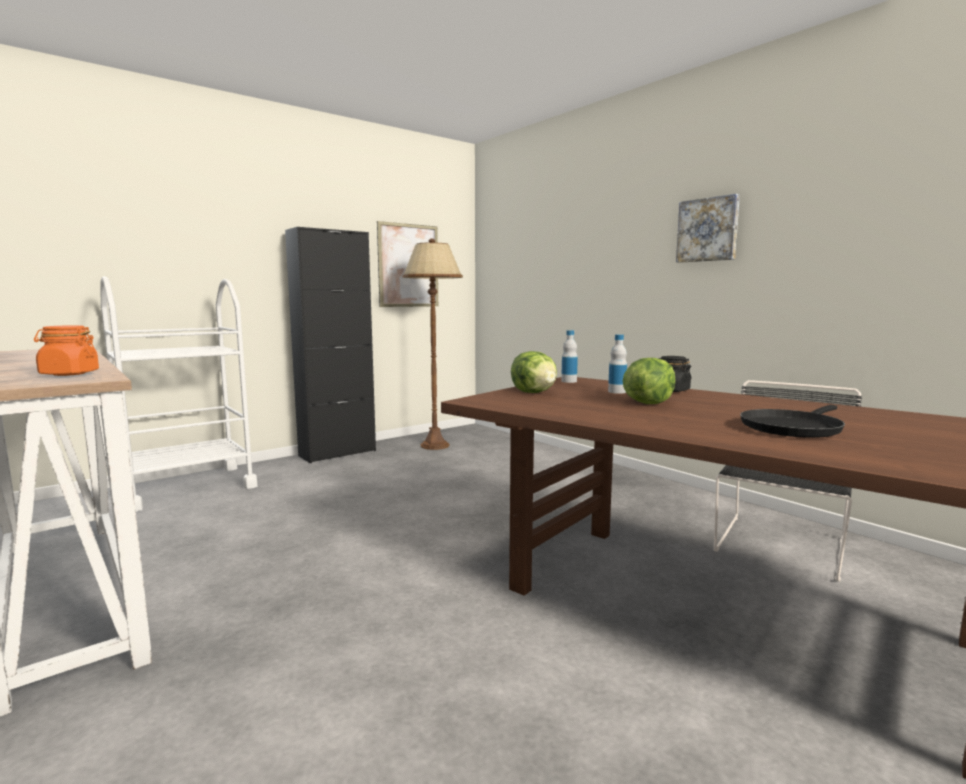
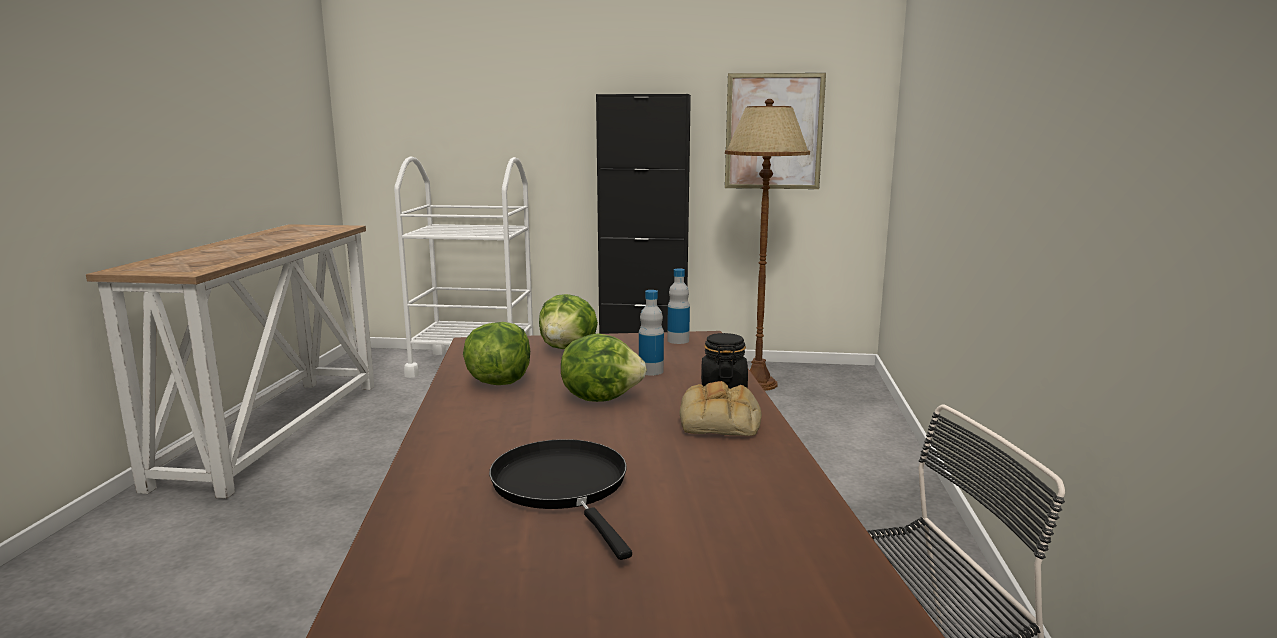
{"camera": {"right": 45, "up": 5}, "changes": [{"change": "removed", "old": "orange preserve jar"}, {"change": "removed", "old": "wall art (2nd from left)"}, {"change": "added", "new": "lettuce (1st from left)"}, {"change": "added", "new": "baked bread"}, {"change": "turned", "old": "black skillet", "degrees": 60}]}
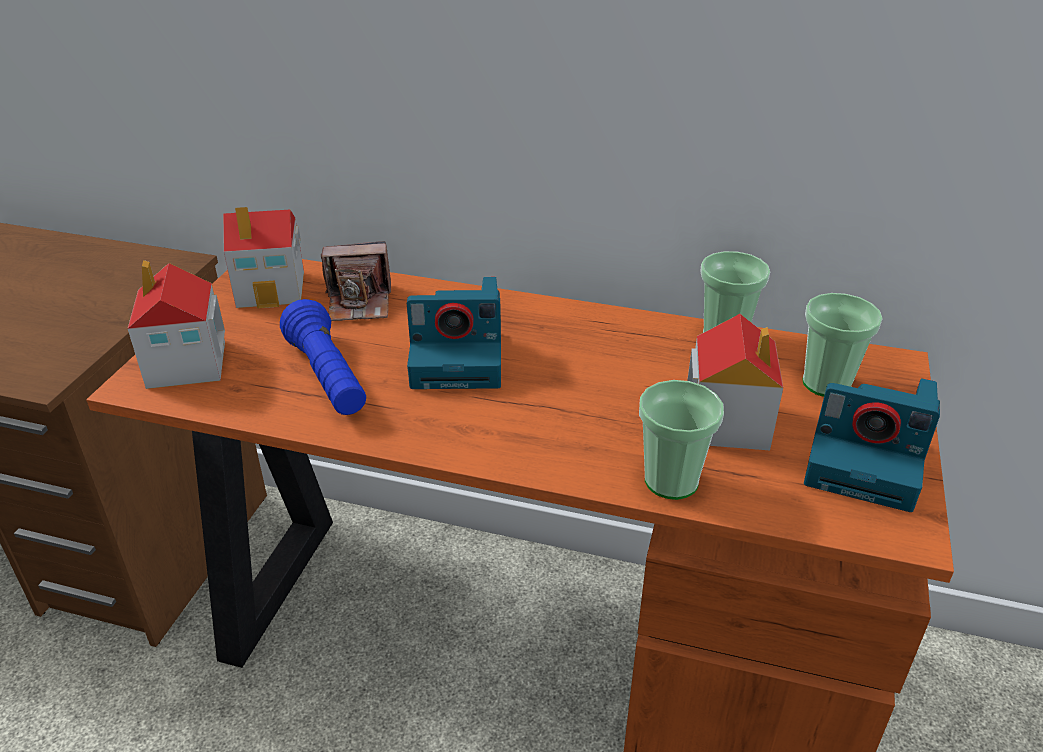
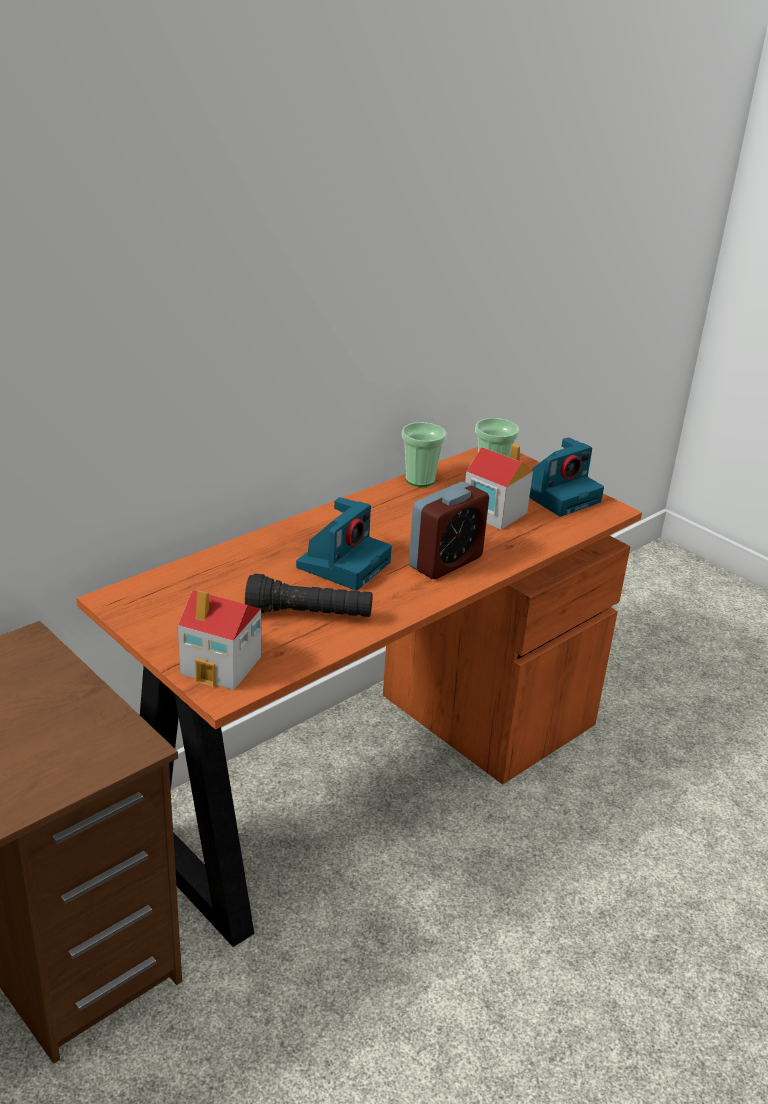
{"camera": {"right": -60, "up": -5}, "changes": [{"change": "removed", "old": "model house (2nd from left)"}, {"change": "removed", "old": "photo camera (1st from left)"}, {"change": "removed", "old": "drinking cup (1st from left)"}, {"change": "added", "new": "bedside clock"}, {"change": "recoloured", "old": "blue-coloured flashlight", "new": "black flashlight"}]}
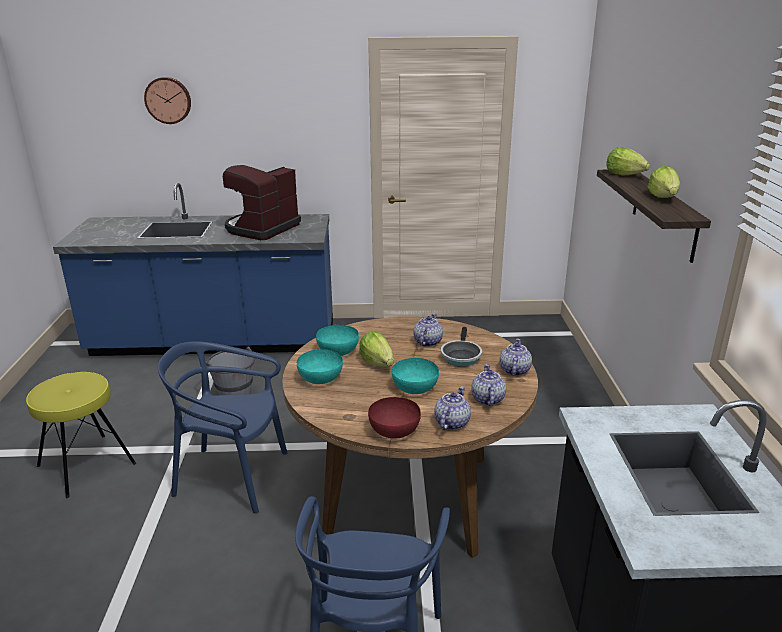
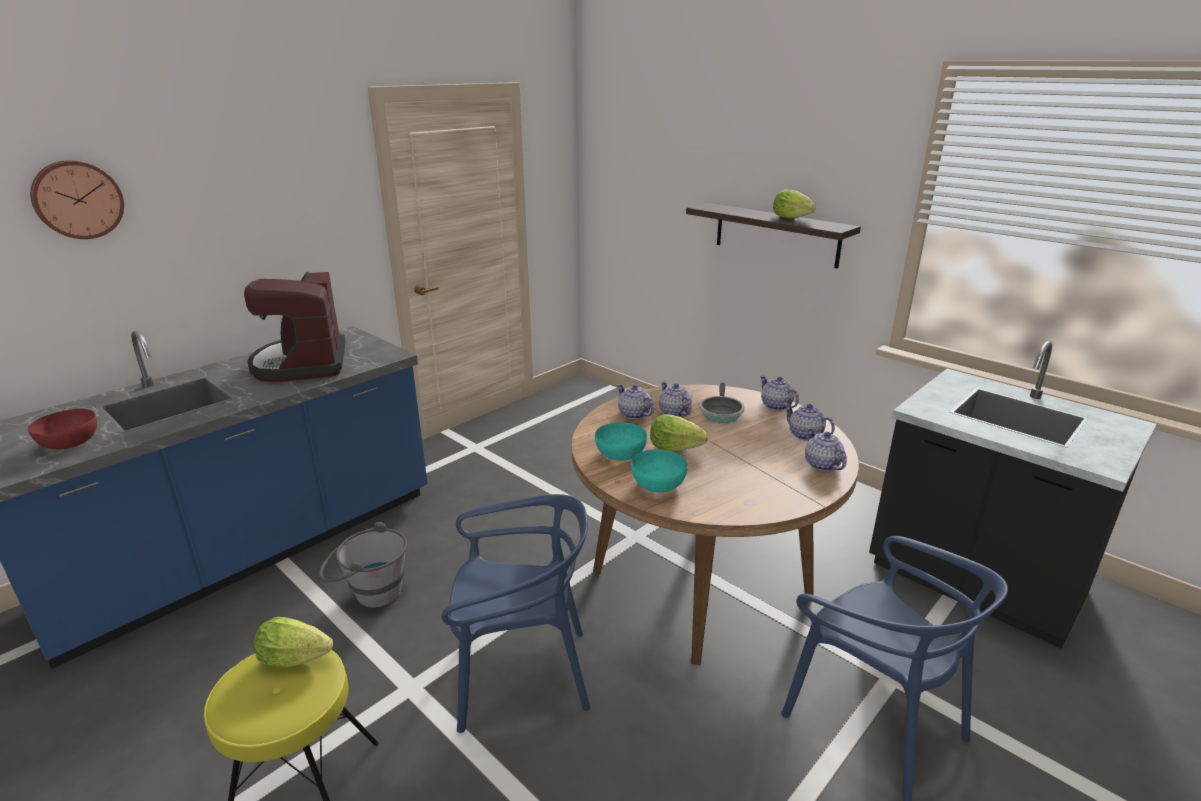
{"camera": {"right": -45, "up": 0}, "changes": [{"change": "removed", "old": "blue-green bowl (3rd from left)"}, {"change": "added", "new": "pot for tea (1st from left)"}, {"change": "moved", "old": "reddish bowl"}, {"change": "moved", "old": "lettuce (2nd from left in the first image)", "new": "lettuce (1st from left)"}, {"change": "turned", "old": "blue-coloured chair (1st from left)", "degrees": -150}, {"change": "turned", "old": "skillet", "degrees": 45}]}
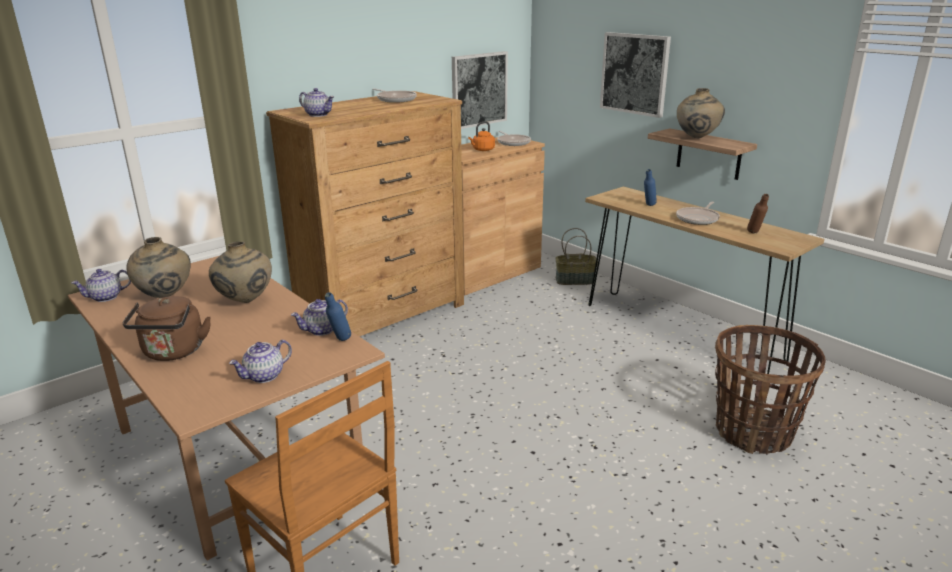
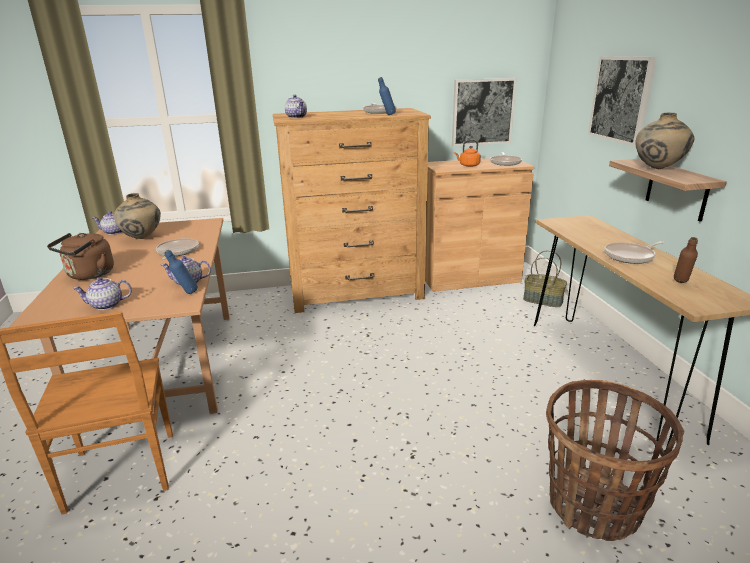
{"camera": {"right": 30, "up": 0}, "changes": [{"change": "moved", "old": "blue-coloured beverage bottle (2nd from left)"}, {"change": "replaced", "old": "sand-coloured flower vase (2nd from left)", "new": "skillet (1st from left)"}]}
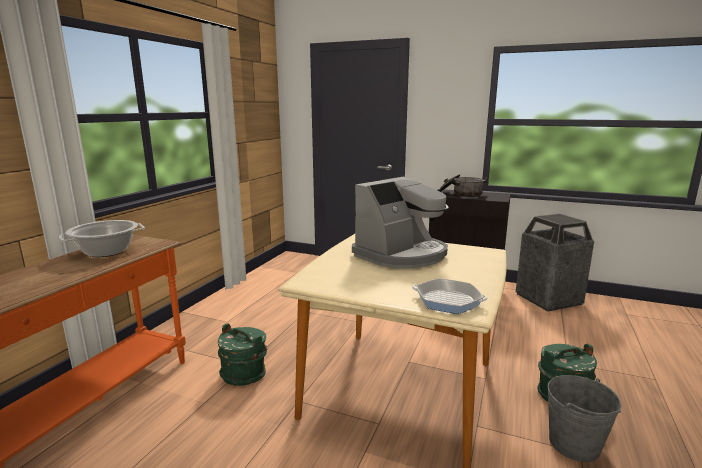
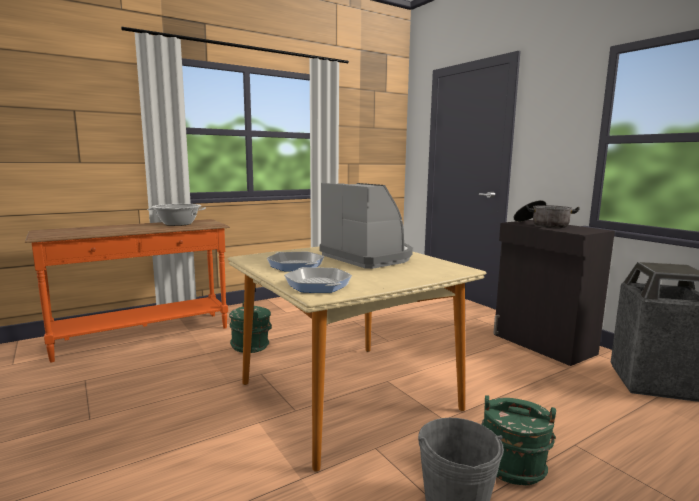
{"camera": {"right": 35, "up": -5}, "changes": [{"change": "added", "new": "skillet (1st from left)"}, {"change": "turned", "old": "coffee brewer", "degrees": -120}]}
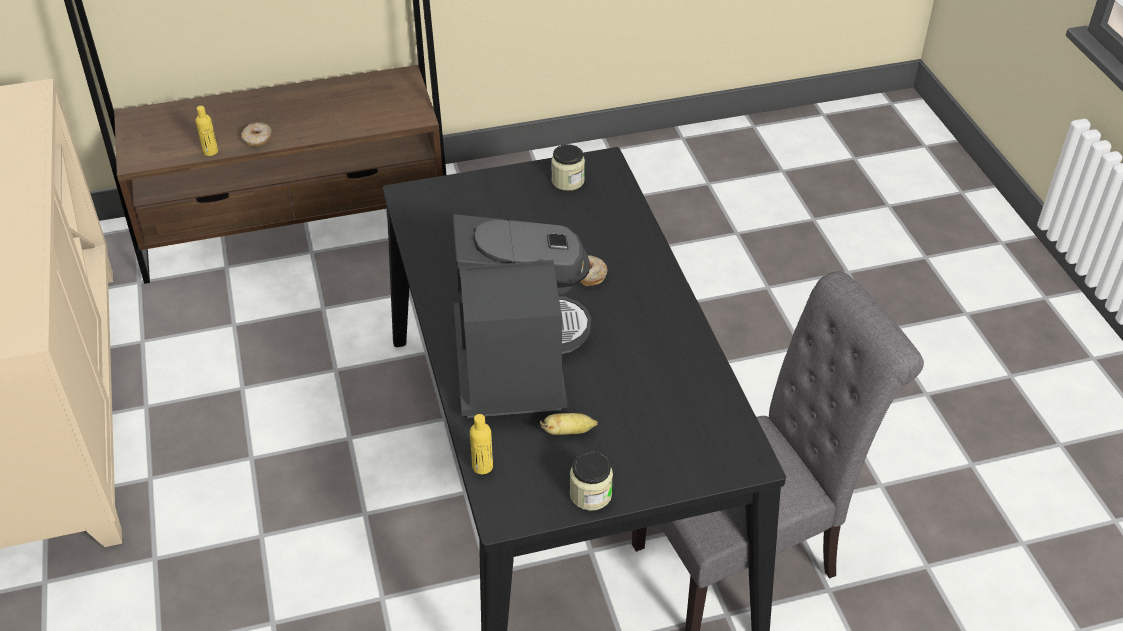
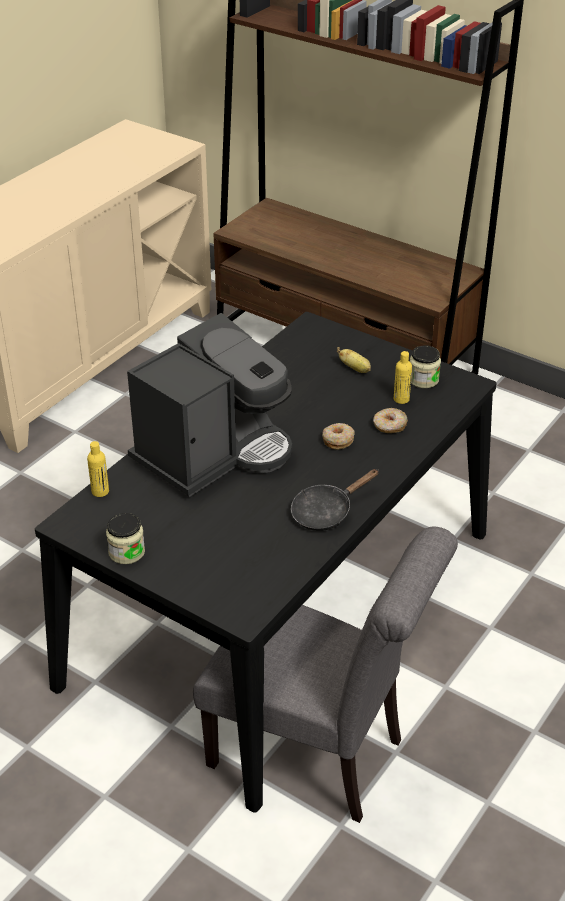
{"camera": {"right": 50, "up": -5}, "changes": [{"change": "added", "new": "black skillet"}, {"change": "moved", "old": "yellowish beverage bottle (1st from left in the first image)", "new": "yellowish beverage bottle (2nd from left)"}, {"change": "moved", "old": "ring doughnut (1st from left in the first image)", "new": "ring doughnut (2nd from left)"}, {"change": "moved", "old": "banana"}]}
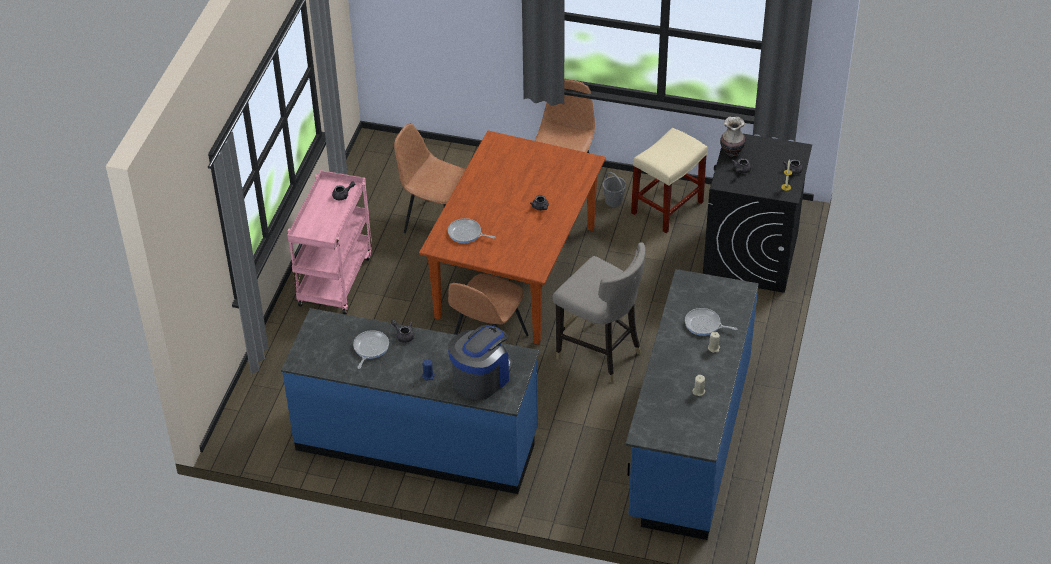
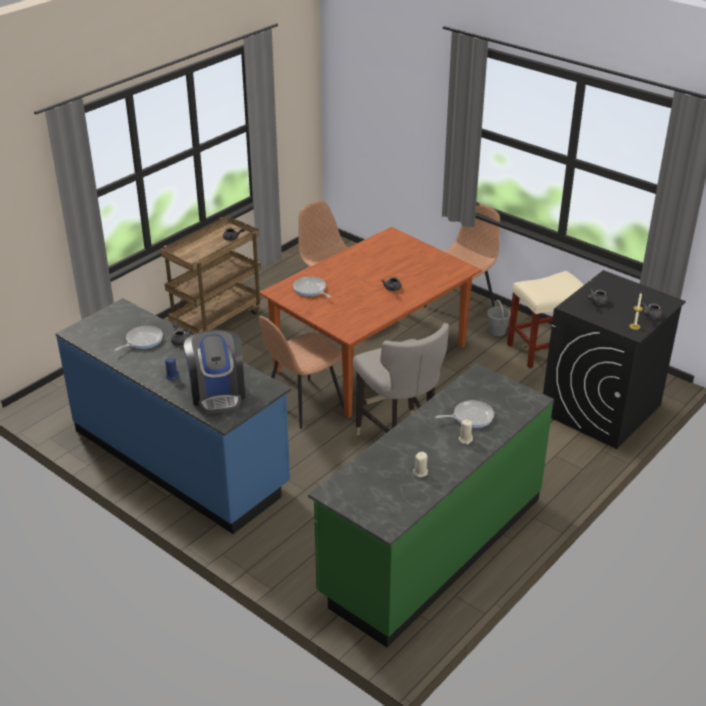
{"camera": {"right": 25, "up": -10}, "changes": [{"change": "removed", "old": "flower vase"}, {"change": "recoloured", "old": "pinkish cart", "new": "brown cart"}, {"change": "recoloured", "old": "blue-coloured counter (2nd from left)", "new": "green counter"}, {"change": "turned", "old": "coffee brewer", "degrees": 105}, {"change": "turned", "old": "skillet (3rd from left)", "degrees": 120}]}
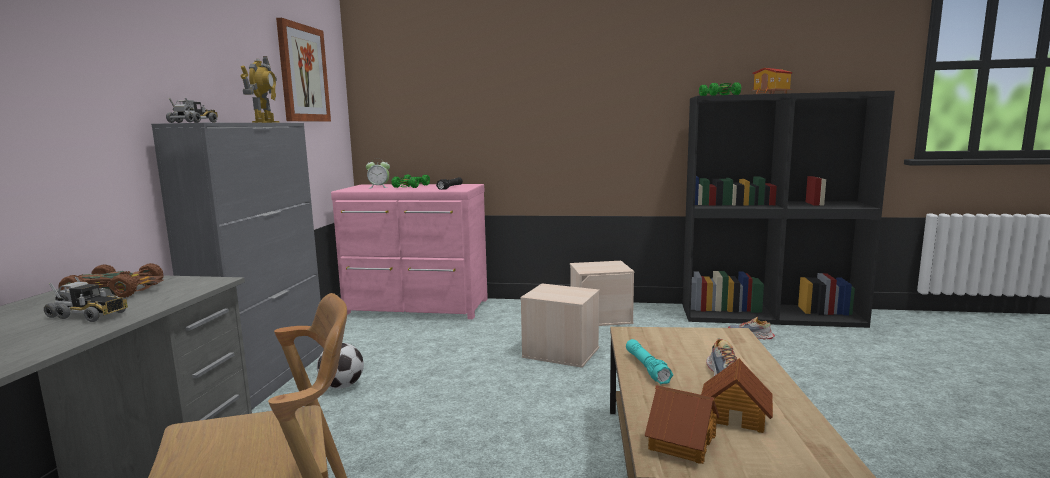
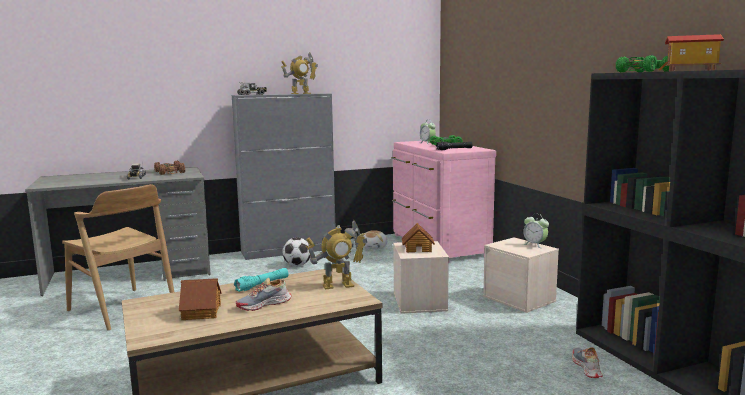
{"camera": {"right": 60, "up": 0}, "changes": [{"change": "removed", "old": "wall art"}, {"change": "added", "new": "model robot (2nd from left)"}, {"change": "added", "new": "soft toy"}, {"change": "added", "new": "bedside clock (2nd from left)"}, {"change": "moved", "old": "model house (1st from left in the first image)", "new": "model house (2nd from left)"}]}
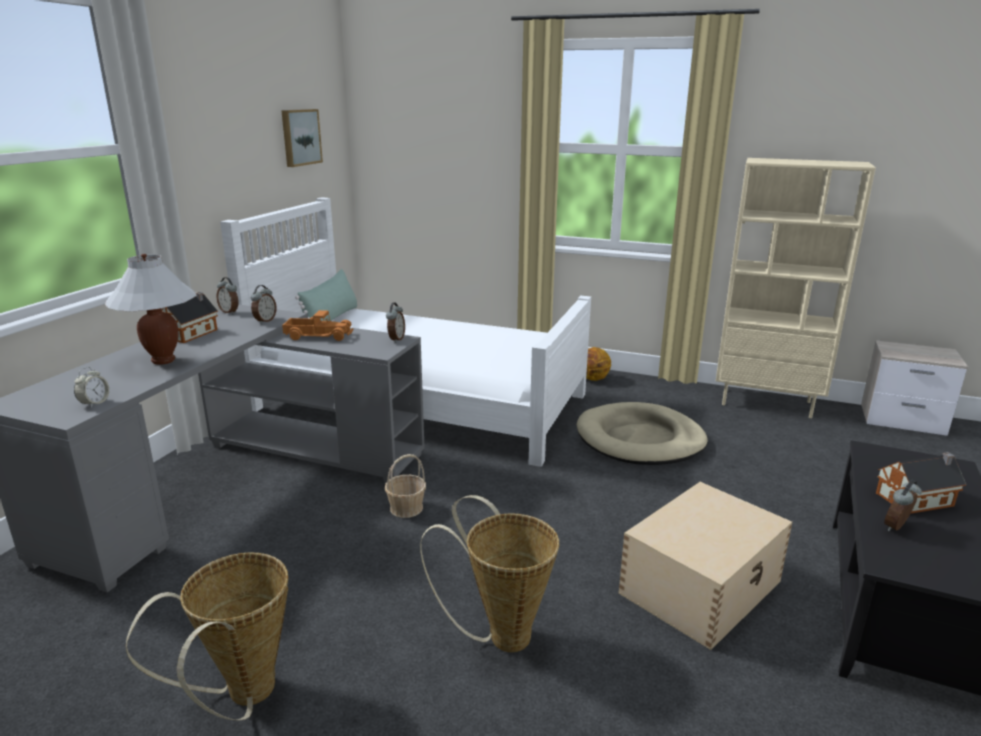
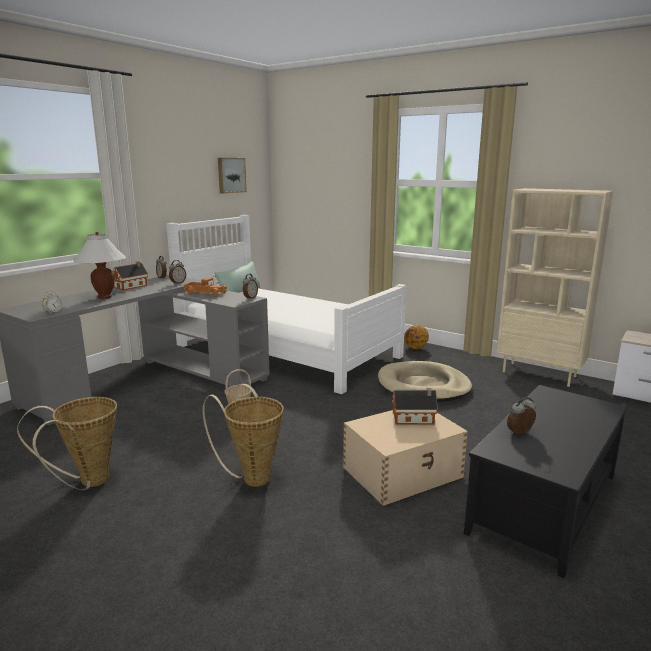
{"camera": {"right": 15, "up": -5}, "changes": [{"change": "moved", "old": "model house (2nd from left)"}]}
